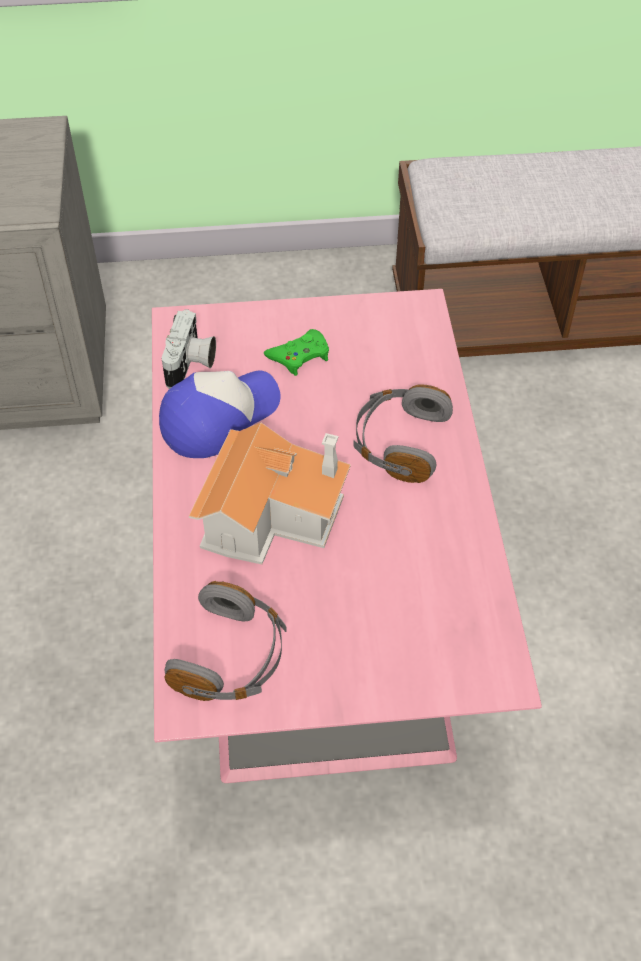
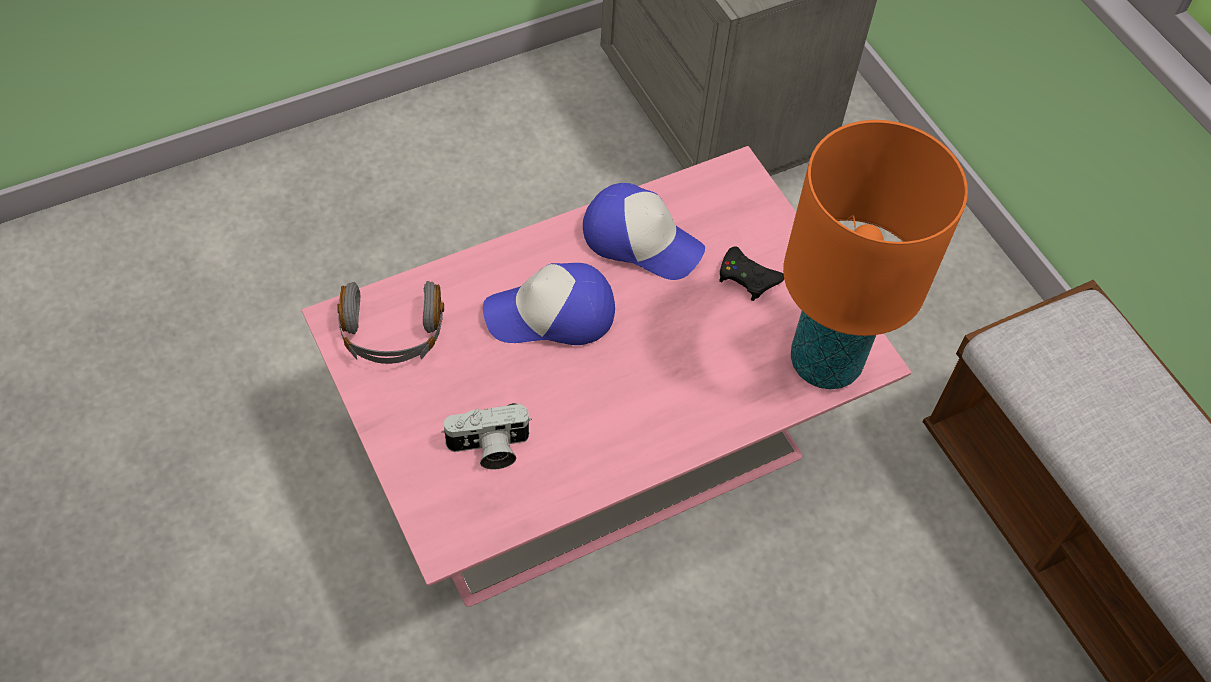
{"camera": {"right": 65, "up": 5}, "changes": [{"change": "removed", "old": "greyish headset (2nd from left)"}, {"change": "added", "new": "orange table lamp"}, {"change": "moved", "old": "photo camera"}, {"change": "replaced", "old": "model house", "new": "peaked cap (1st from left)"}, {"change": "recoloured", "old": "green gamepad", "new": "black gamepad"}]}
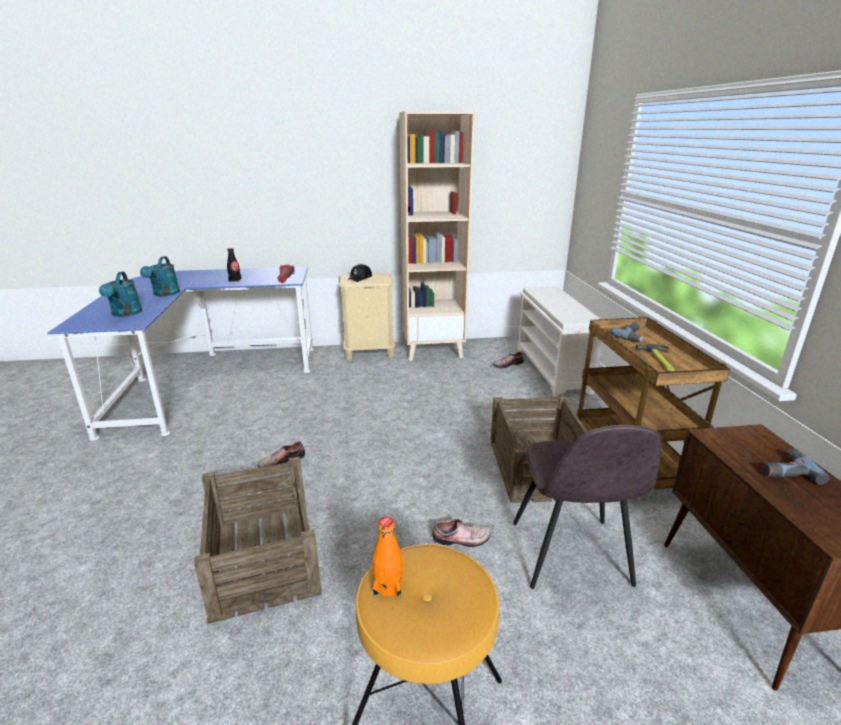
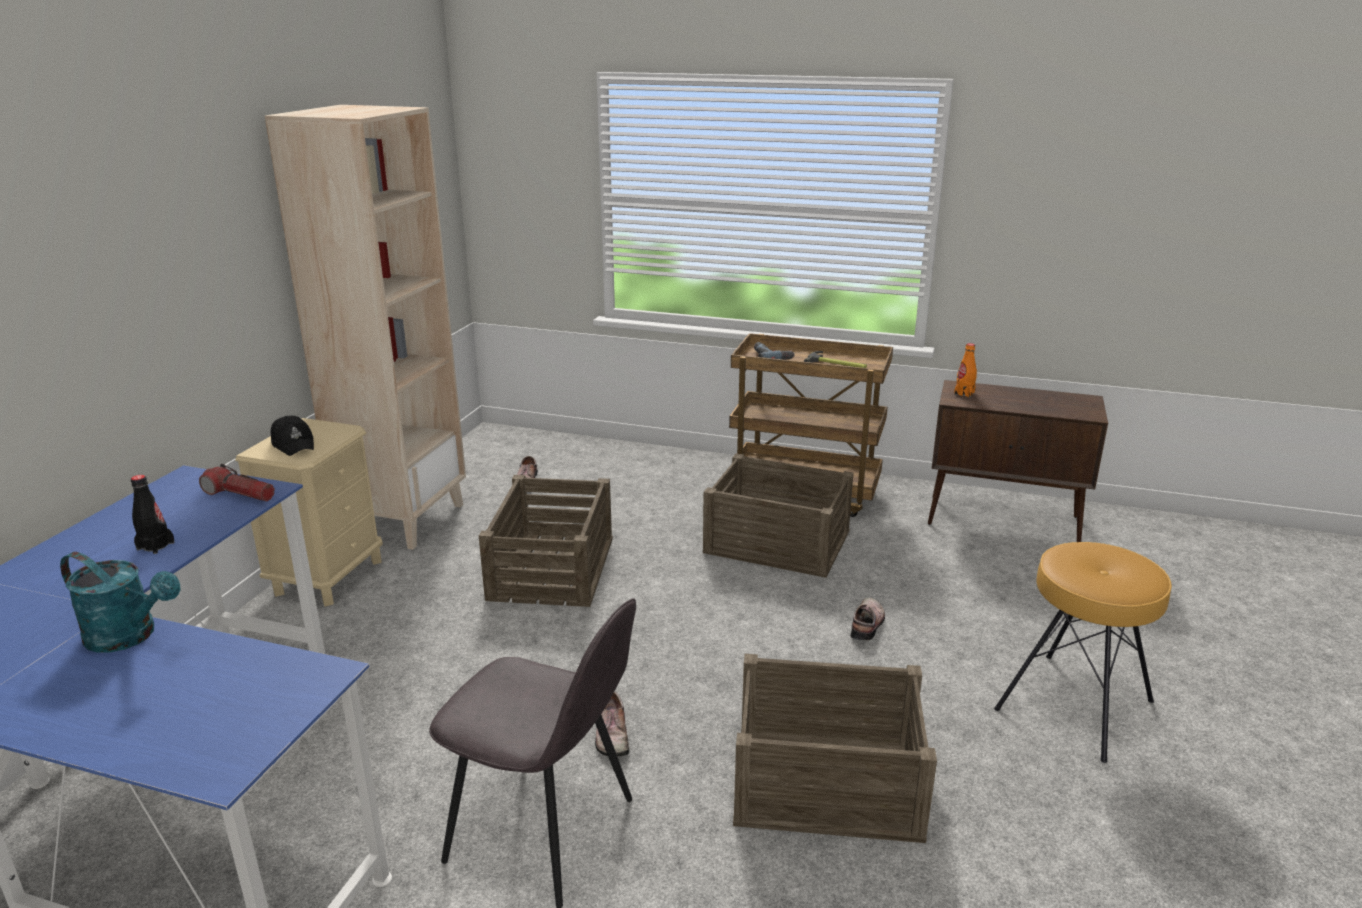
{"camera": {"right": -65, "up": 0}, "changes": [{"change": "removed", "old": "blue-green sprinkling can (1st from left)"}, {"change": "removed", "old": "white-coloured shoe stand"}, {"change": "removed", "old": "drill (2nd from left)"}, {"change": "added", "new": "packing crate (1st from left)"}, {"change": "moved", "old": "orange beverage bottle"}, {"change": "moved", "old": "greyish chair"}]}
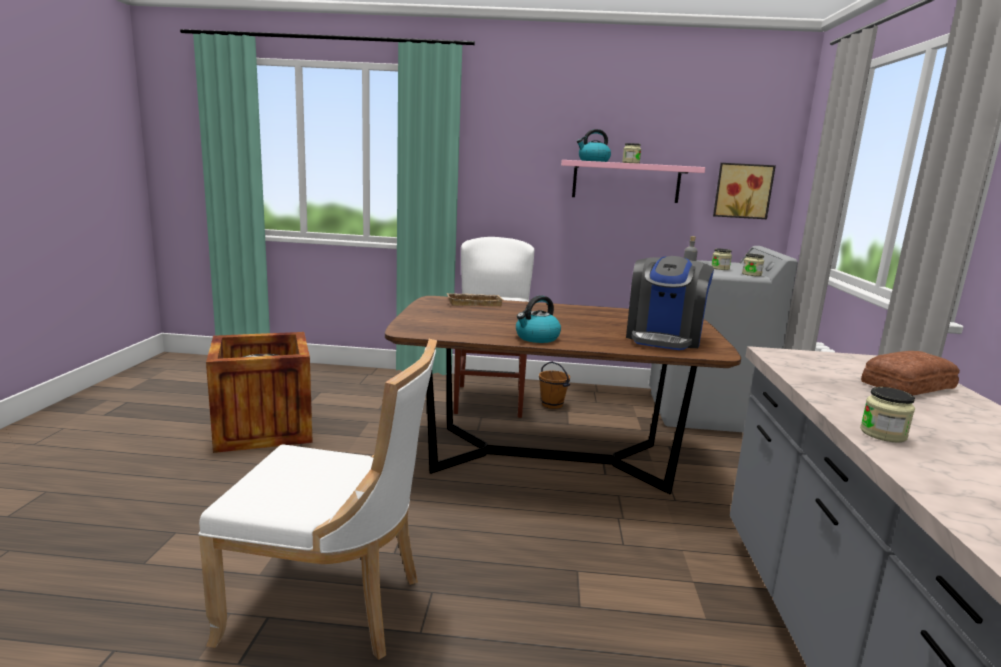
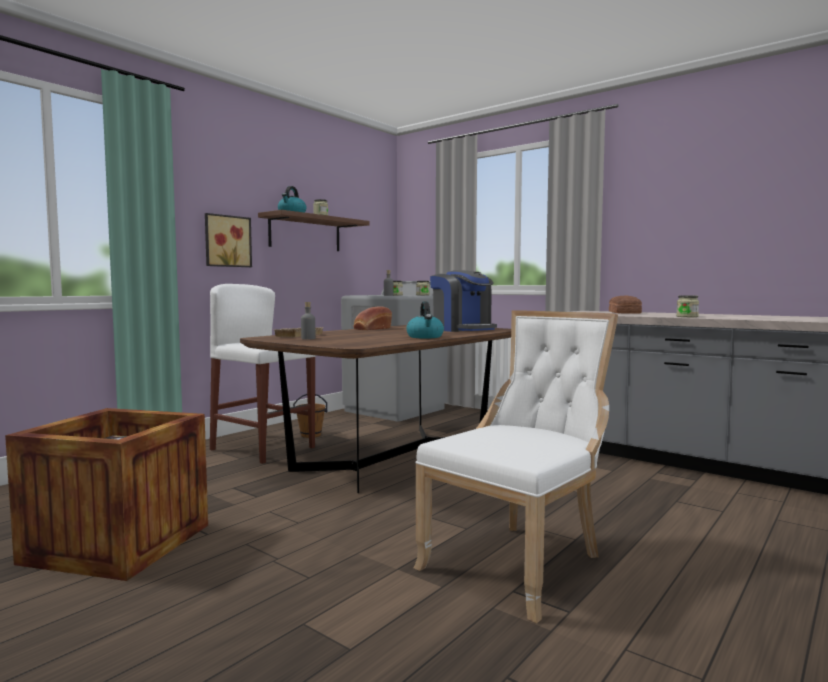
{"camera": {"right": -55, "up": -10}, "changes": [{"change": "added", "new": "greyish beverage bottle (1st from left)"}, {"change": "added", "new": "baked bread (1st from left)"}, {"change": "moved", "old": "wall art"}, {"change": "recoloured", "old": "pinkish bracket shelf", "new": "brown bracket shelf"}]}
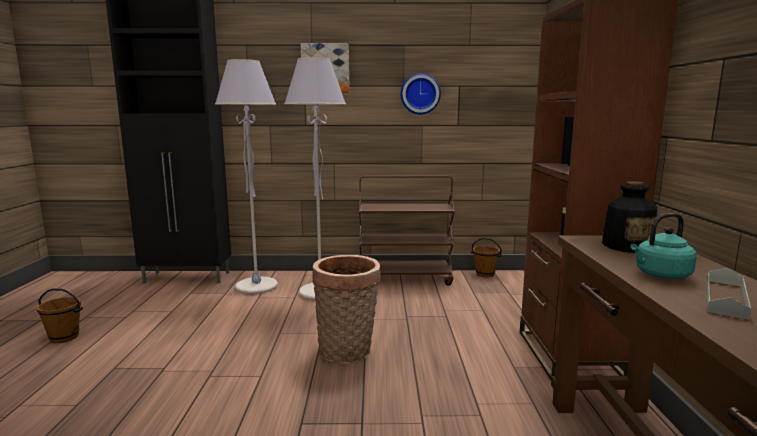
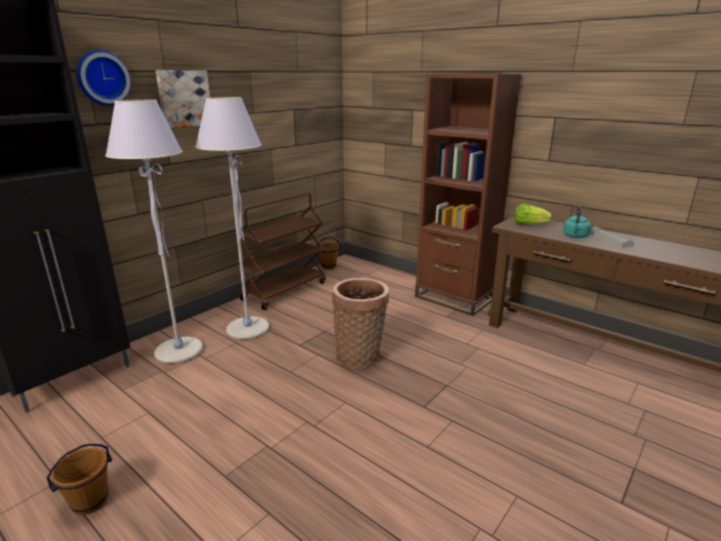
{"camera": {"right": -50, "up": 10}, "changes": [{"change": "moved", "old": "hanging clock"}, {"change": "replaced", "old": "beverage bottle", "new": "lettuce"}]}
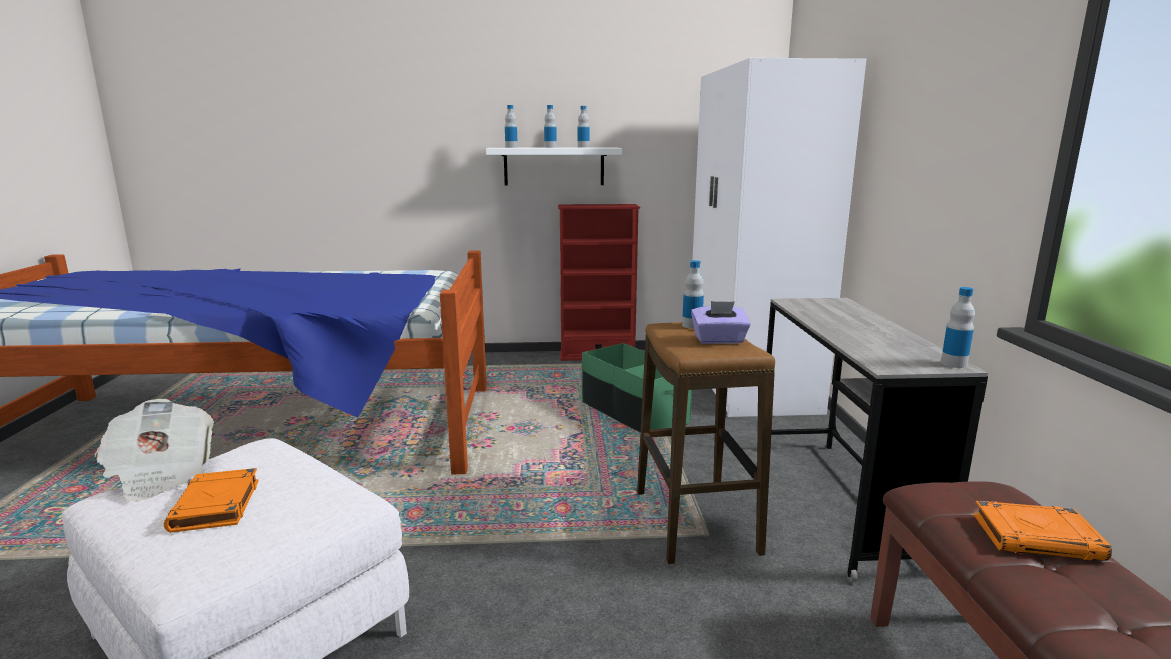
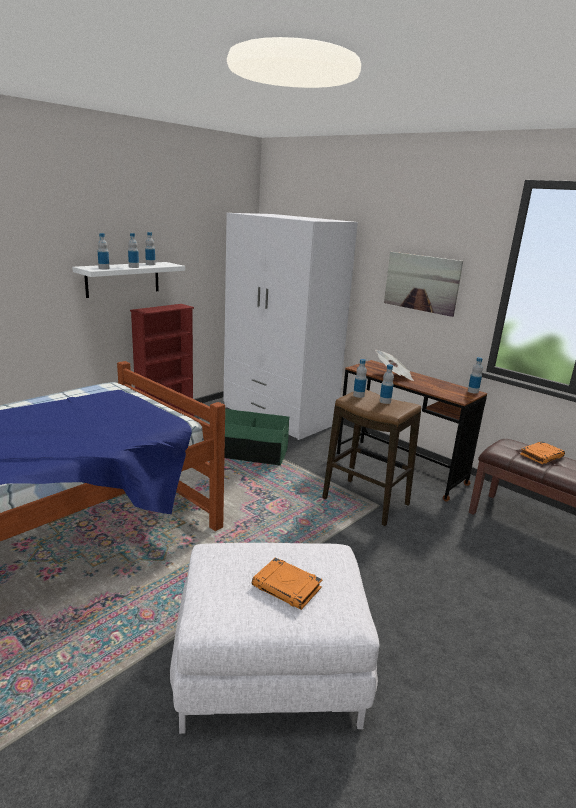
{"camera": {"right": -45, "up": 5}, "changes": [{"change": "added", "new": "wall art"}, {"change": "moved", "old": "newspaper"}, {"change": "replaced", "old": "purple box of tissues", "new": "beverage bottle (5th from left)"}, {"change": "recoloured", "old": "greyish desk table", "new": "brown desk table"}]}
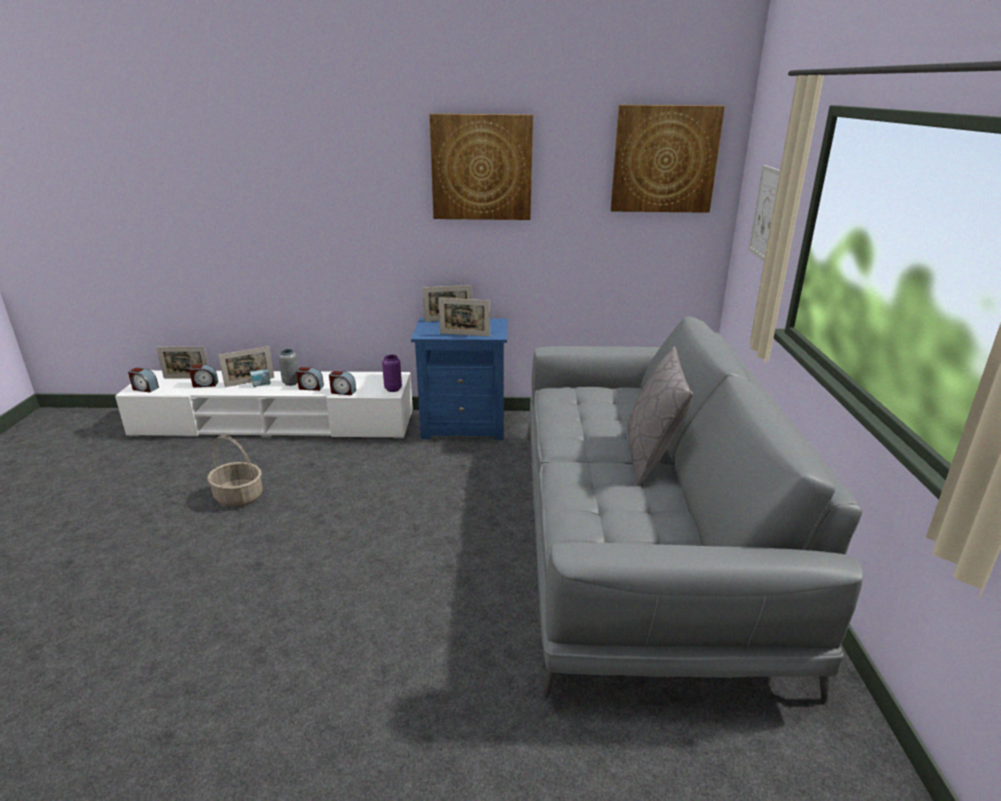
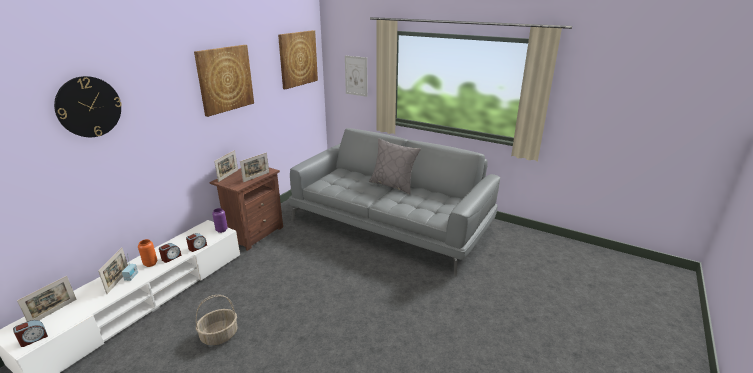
{"camera": {"right": -60, "up": 0}, "changes": [{"change": "removed", "old": "bedside clock (2nd from left)"}, {"change": "added", "new": "hanging clock"}, {"change": "recoloured", "old": "greyish flower vase", "new": "orange flower vase"}, {"change": "recoloured", "old": "blue-coloured nightstand", "new": "brown nightstand"}]}
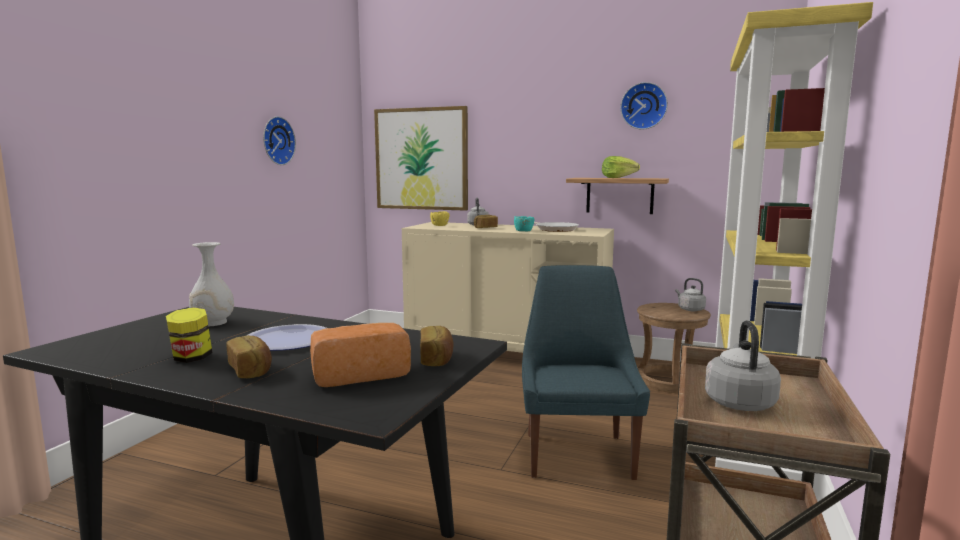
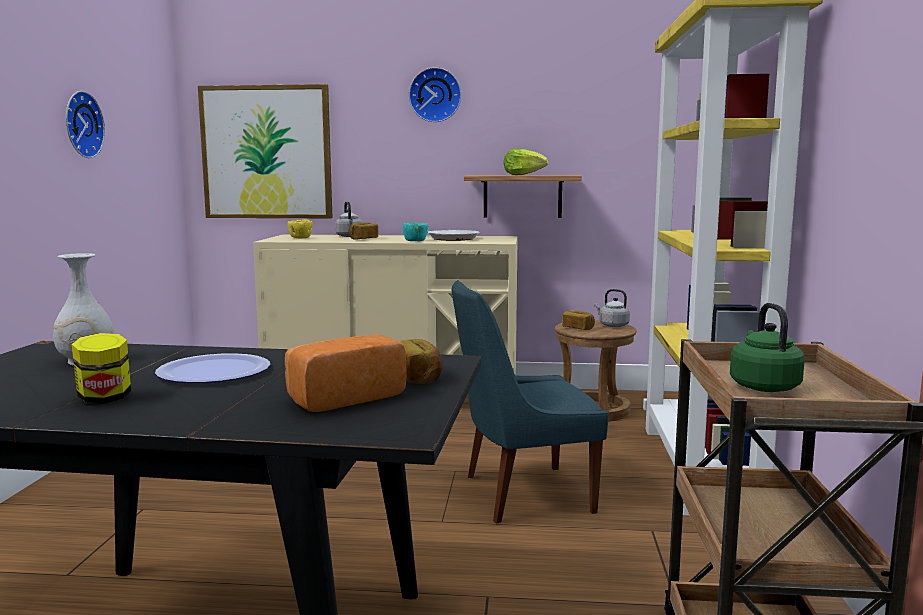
{"camera": {"right": -15, "up": 0}, "changes": [{"change": "moved", "old": "baked bread (1st from left in the first image)", "new": "baked bread (4th from left)"}, {"change": "moved", "old": "hanging clock (2nd from left)"}, {"change": "recoloured", "old": "greyish kettle (3rd from left)", "new": "green kettle"}, {"change": "turned", "old": "blue-coloured chair", "degrees": -90}]}
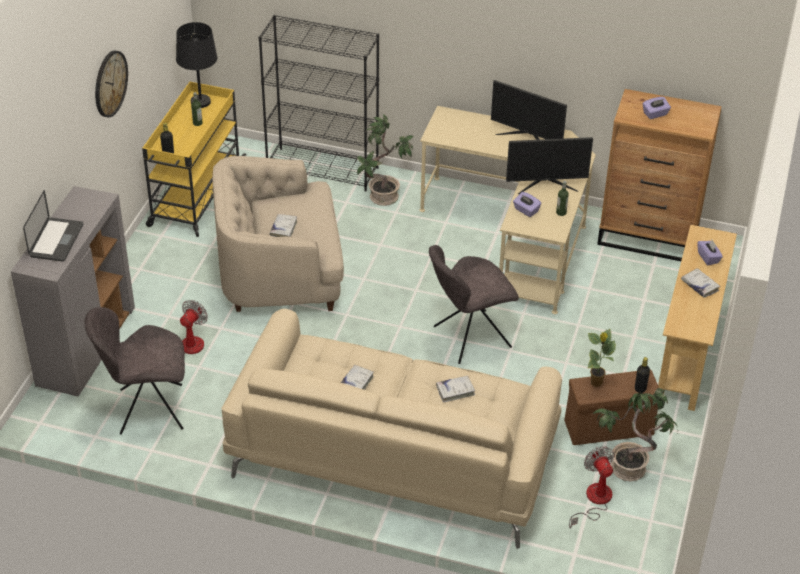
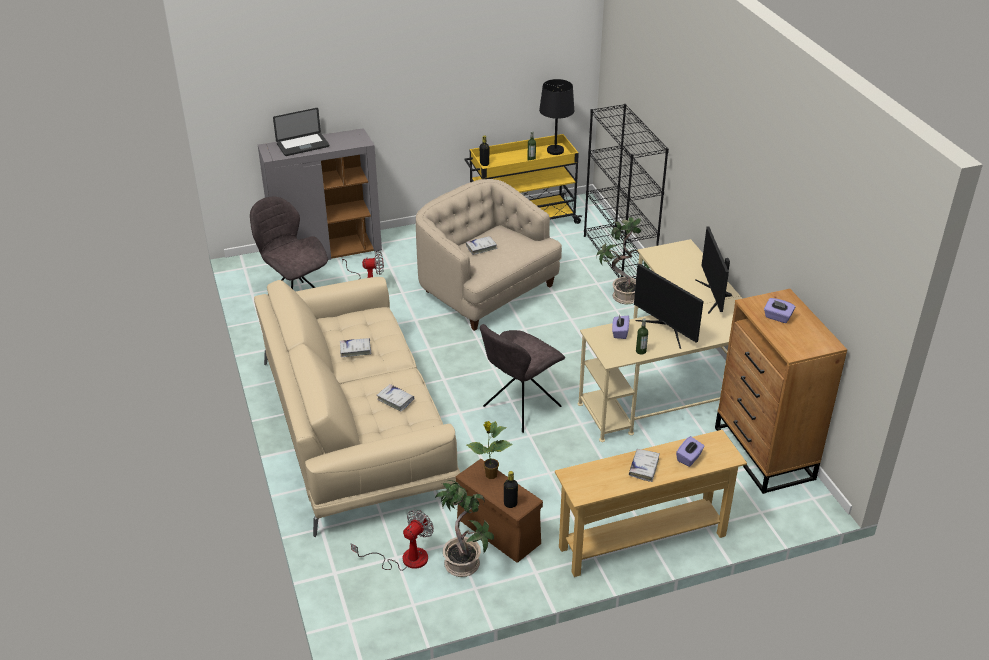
{"camera": {"right": 55, "up": -5}, "changes": [{"change": "removed", "old": "hanging clock"}, {"change": "turned", "old": "greyish chair (2nd from left)", "degrees": -75}]}
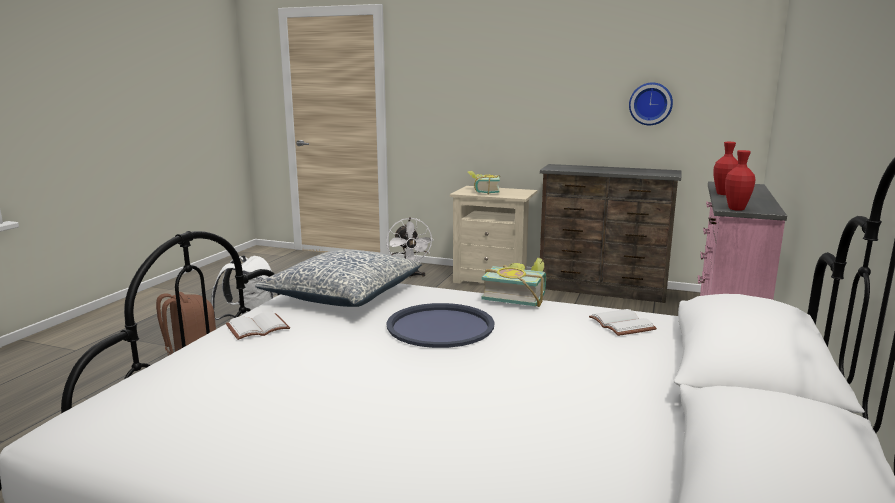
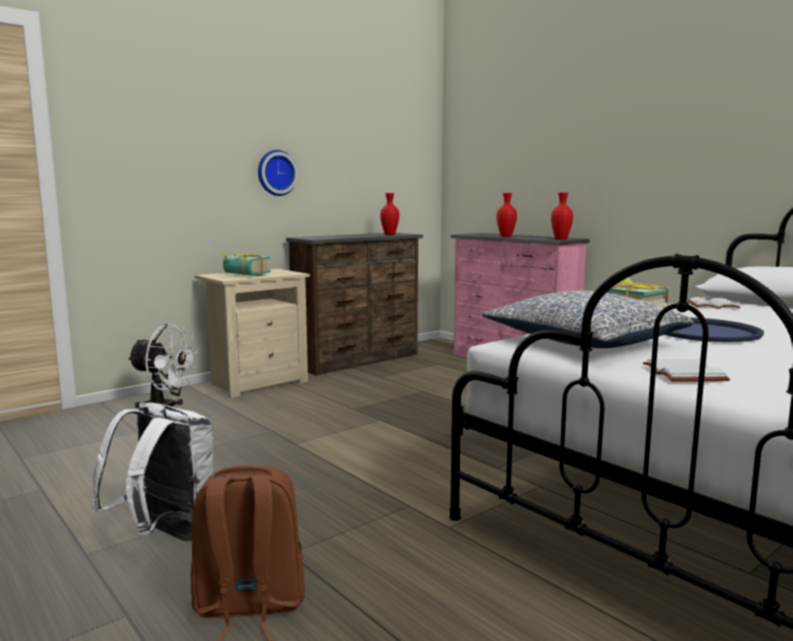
{"camera": {"right": -60, "up": -5}, "changes": [{"change": "added", "new": "reddish flower vase (1st from left)"}, {"change": "moved", "old": "hanging clock"}]}
